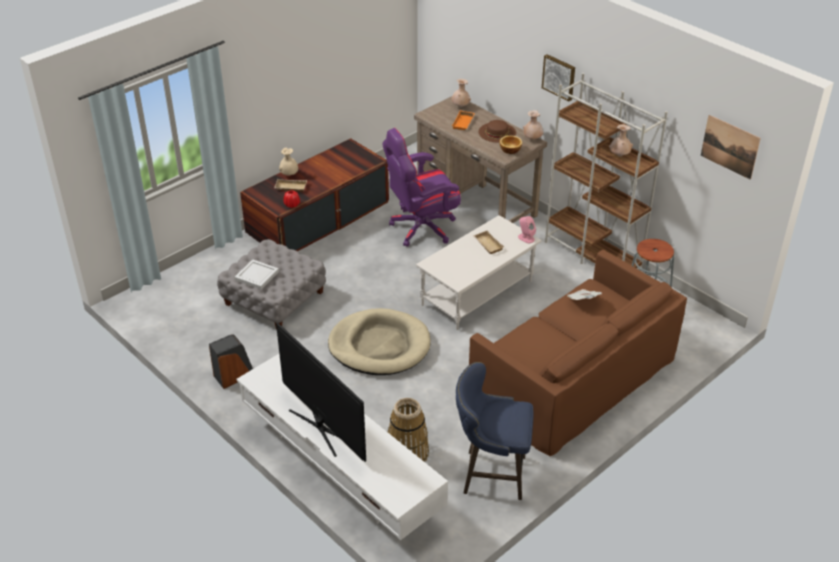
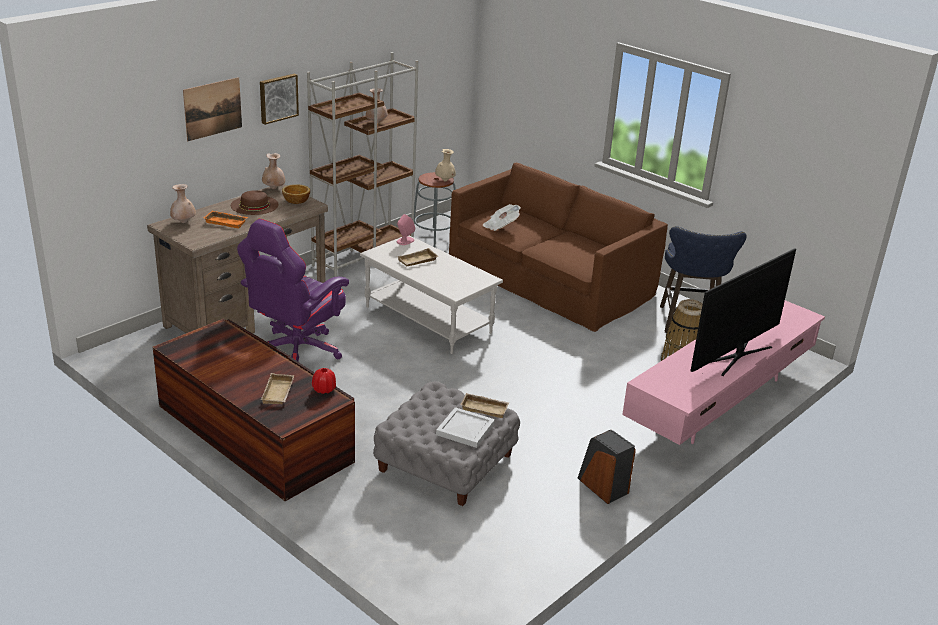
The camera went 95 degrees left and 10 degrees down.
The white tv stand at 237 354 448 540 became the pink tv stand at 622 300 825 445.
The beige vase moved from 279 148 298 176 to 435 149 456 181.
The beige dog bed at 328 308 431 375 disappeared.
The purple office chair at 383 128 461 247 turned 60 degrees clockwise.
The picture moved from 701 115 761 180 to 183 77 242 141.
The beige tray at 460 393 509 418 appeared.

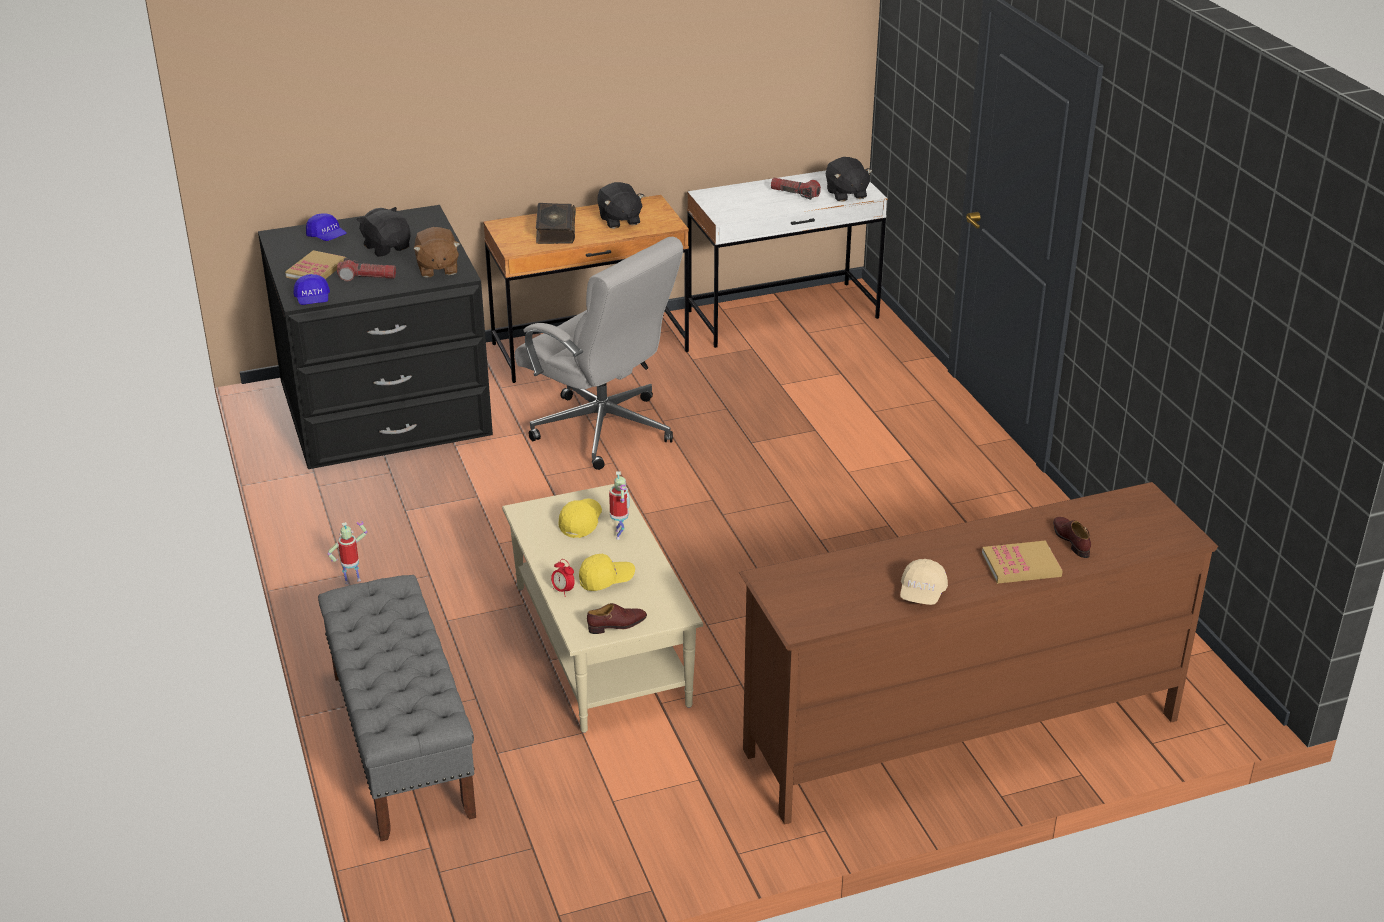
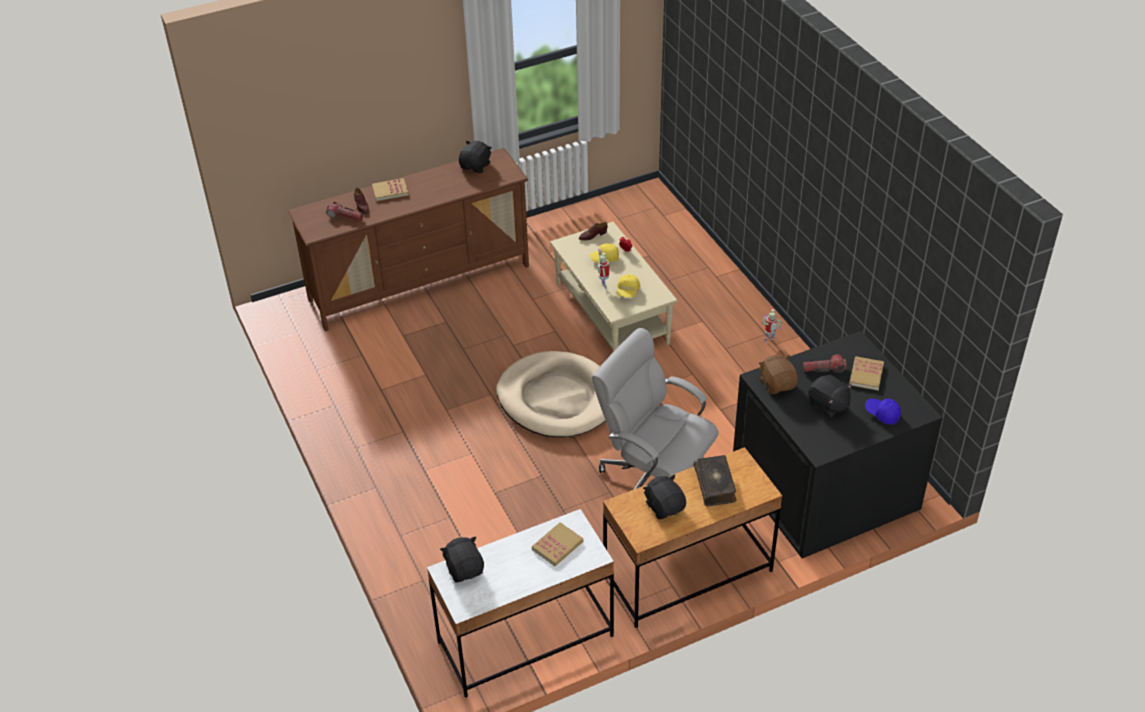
The camera went 175 degrees right and 10 degrees up.
The blue cap at 294 274 330 305 disappeared.
The grey bench at 318 575 476 841 disappeared.
The flashlight moved from 771 178 821 200 to 326 202 363 222.
The beige cap at 900 559 948 605 disappeared.
The black plush toy at 459 141 492 173 appeared.
The beige dog bed at 497 351 606 437 appeared.
The book at 532 522 584 566 appeared.

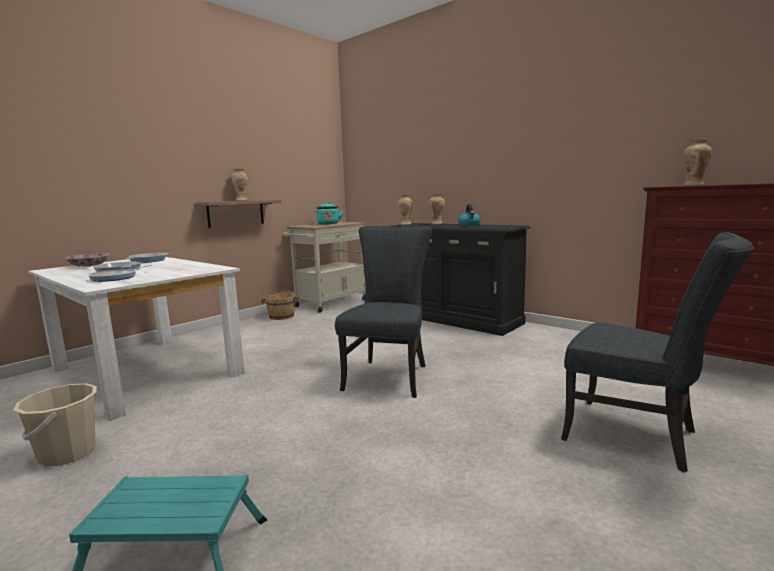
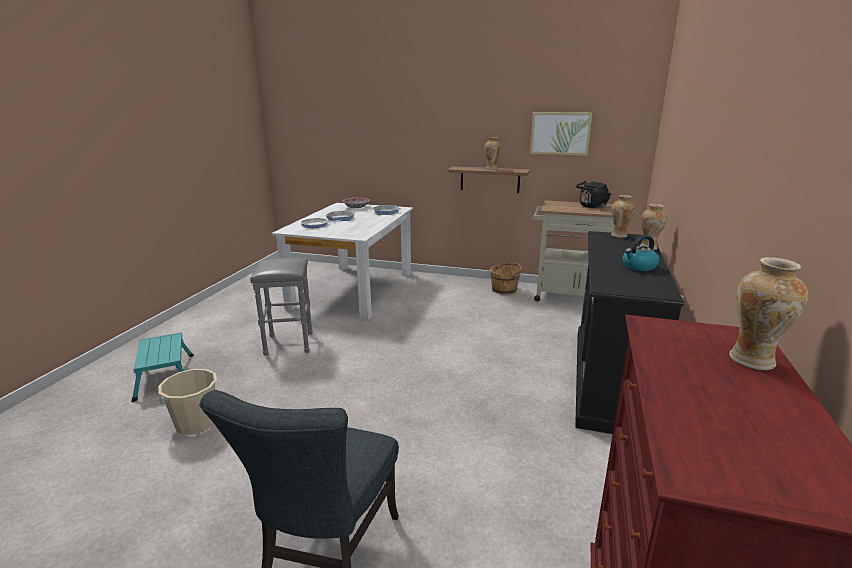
The camera went 65 degrees right and 10 degrees up.
The beige bucket moved from 14 383 97 466 to 158 369 217 435.
The turquoise kettle at 317 202 344 224 became the black kettle at 576 181 611 208.
The grey chair at 335 226 432 398 disappeared.
The grey stool at 250 258 313 356 appeared.
The picture at 530 112 592 156 appeared.

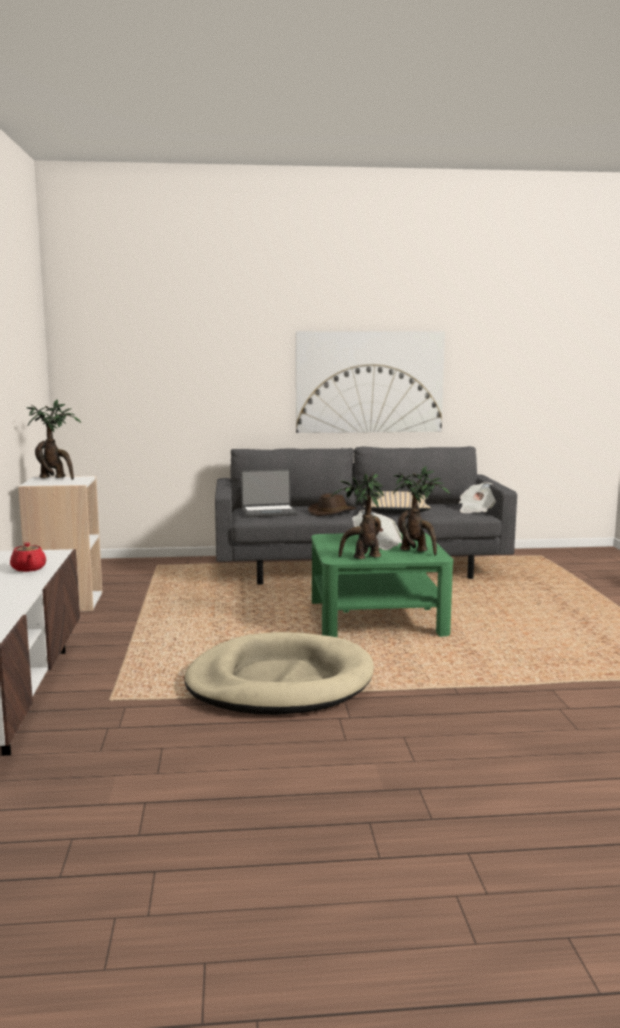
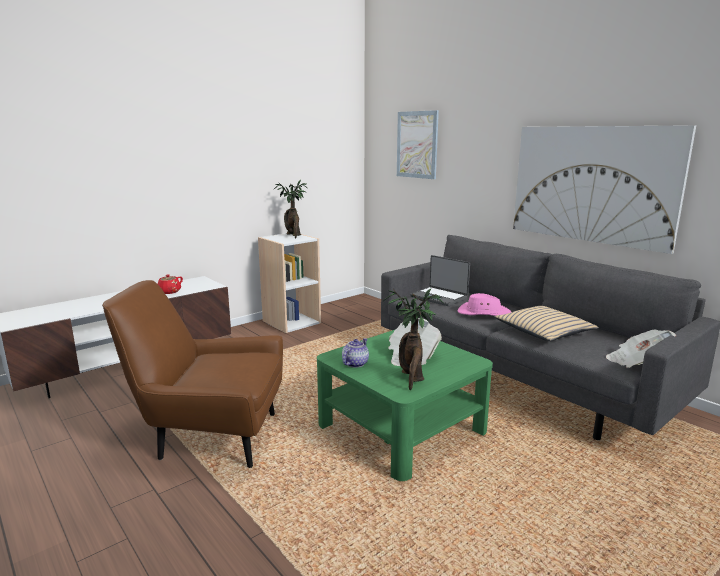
The camera went 55 degrees right and 5 degrees up.
The beige dog bed at 184 632 374 715 was replaced by the brown armchair at 102 280 283 468.
The brown hat at 308 493 356 516 became the pink hat at 458 293 511 316.
The potted plant at 330 472 384 559 was replaced by the teapot at 342 338 369 368.
The picture at 397 110 439 179 appeared.

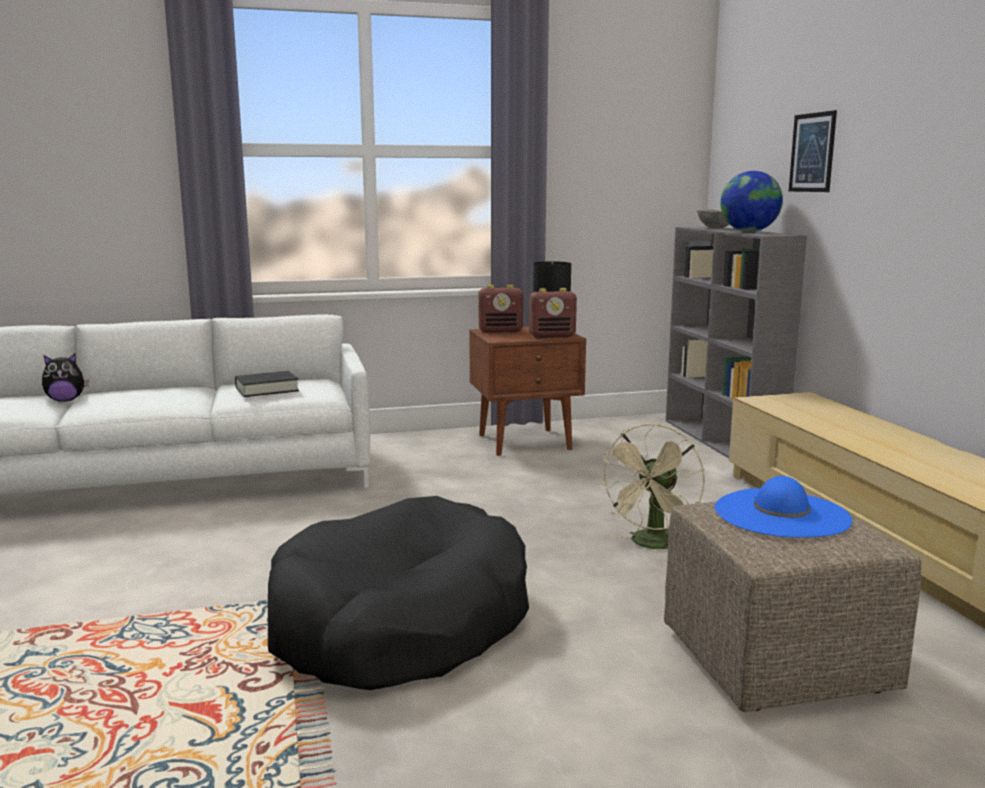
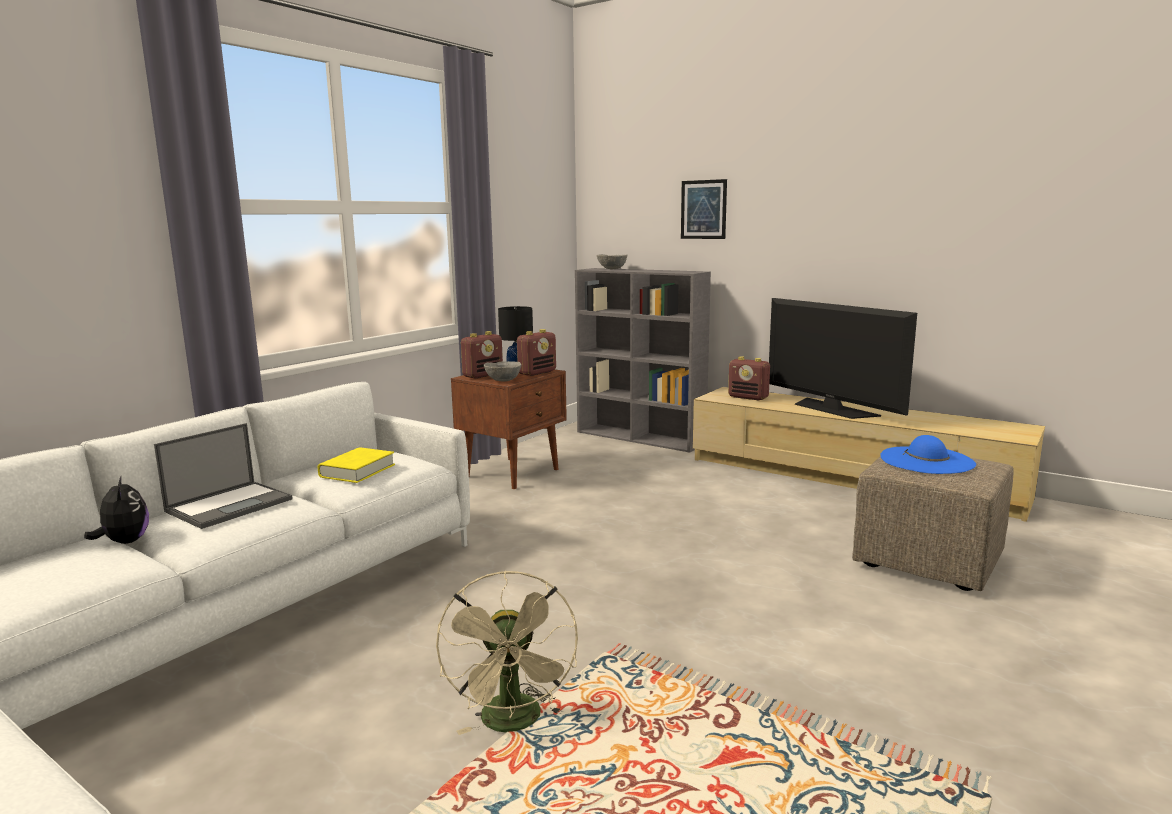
The camera went 40 degrees left and 0 degrees up.
The plush toy at 42 353 89 402 turned 60 degrees counterclockwise.
The black book at 235 371 299 397 became the yellow book at 318 447 395 483.
The black dog bed at 268 496 529 690 disappeared.
The beige fan moved from 598 424 705 549 to 436 570 578 735.
The globe at 720 171 783 232 disappeared.
The laptop at 154 423 293 529 appeared.
The grey bowl at 484 361 521 381 appeared.
The radio at 728 356 770 400 appeared.
The television at 769 298 917 419 appeared.

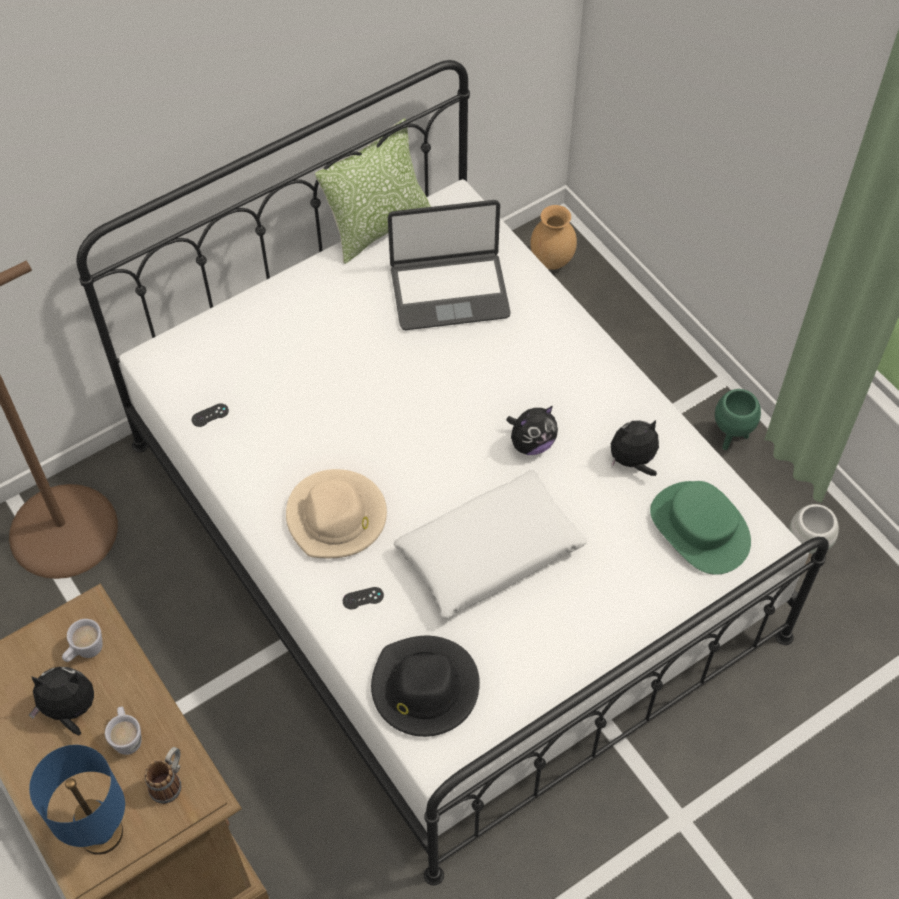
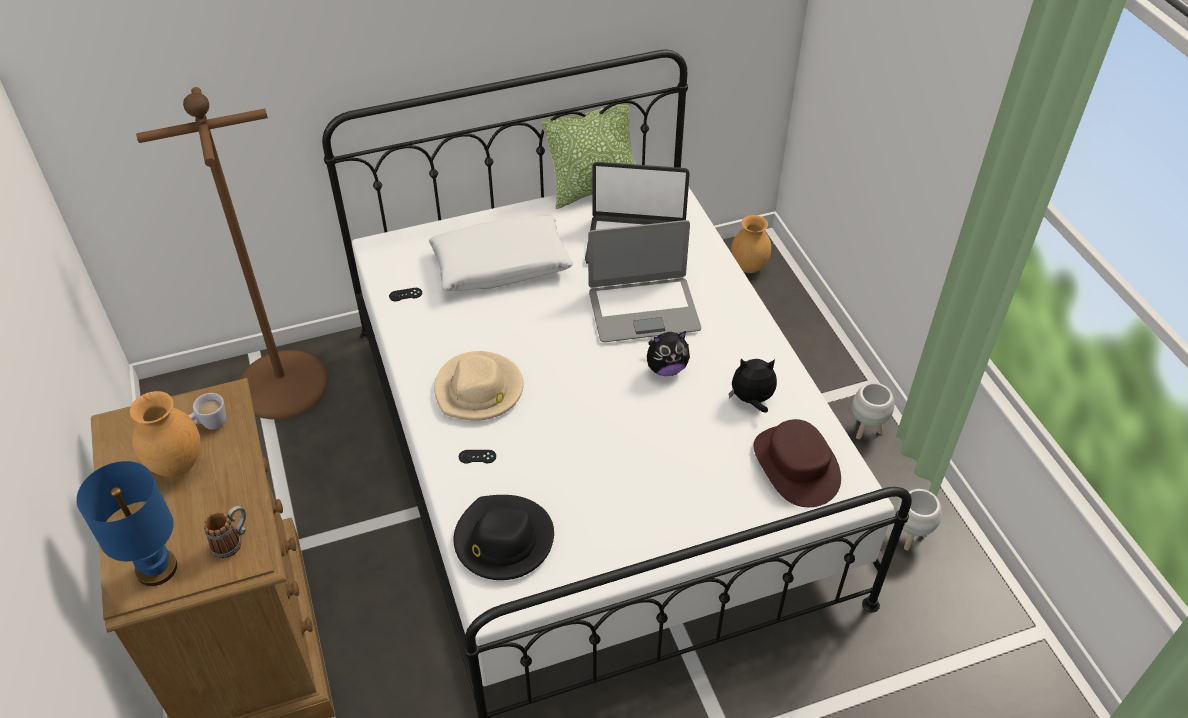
The camera went 15 degrees right and 10 degrees down.
The plush toy at 29 667 94 736 was replaced by the brown vase at 130 391 201 477.
The white mug at 105 706 142 755 disappeared.
The white pillow moved from 394 471 587 618 to 429 216 573 291.
The green hat at 650 481 751 575 became the brown hat at 753 419 841 507.
The green planter at 715 389 761 450 became the white planter at 852 383 894 439.
The laptop at 588 220 701 342 appeared.

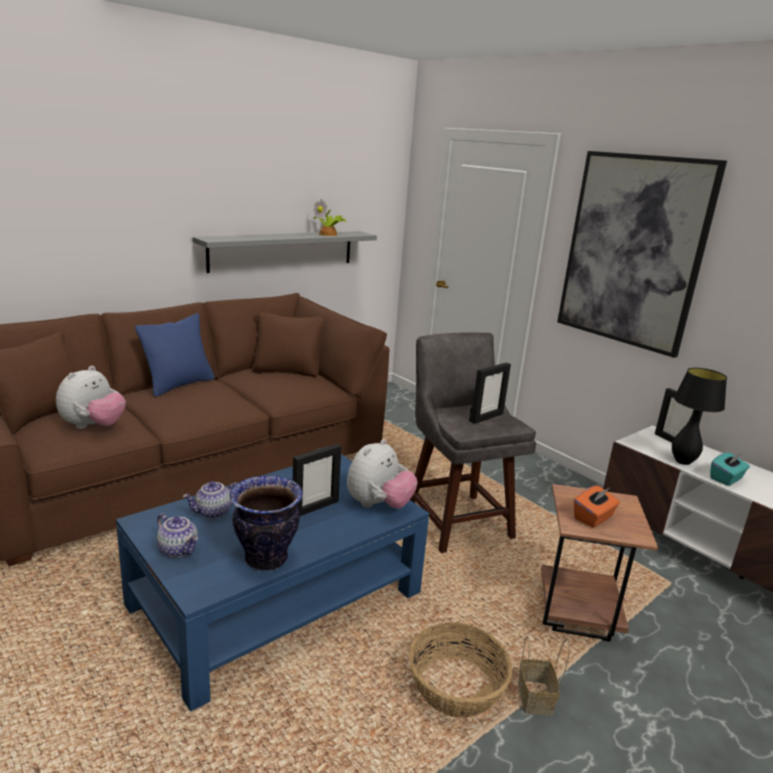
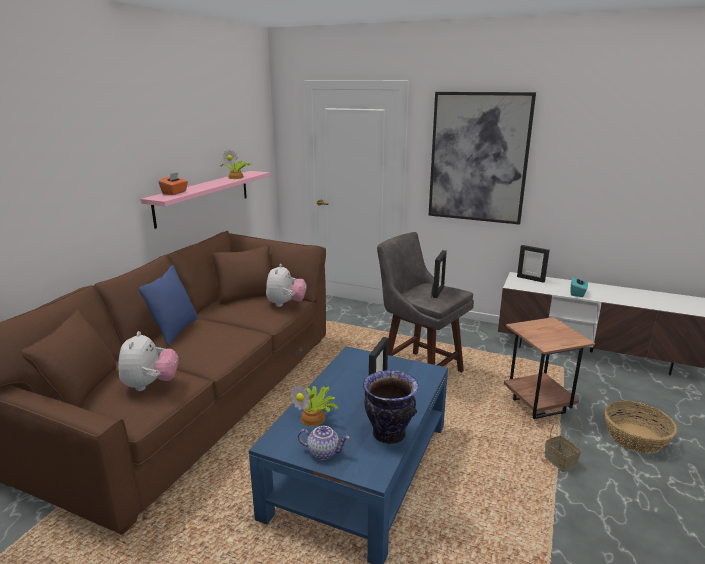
The camera went 25 degrees left and 0 degrees up.
The teapot at 183 481 237 519 was replaced by the potted plant at 290 385 338 426.
The grey shelf at 192 231 377 273 became the pink shelf at 141 171 270 229.
The plush toy moved from 347 439 417 509 to 266 264 306 307.
The basket moved from 409 623 512 718 to 605 401 677 453.
The orange tissue box moved from 574 486 620 528 to 159 172 188 195.
The black table lamp at 672 368 727 465 disappeared.

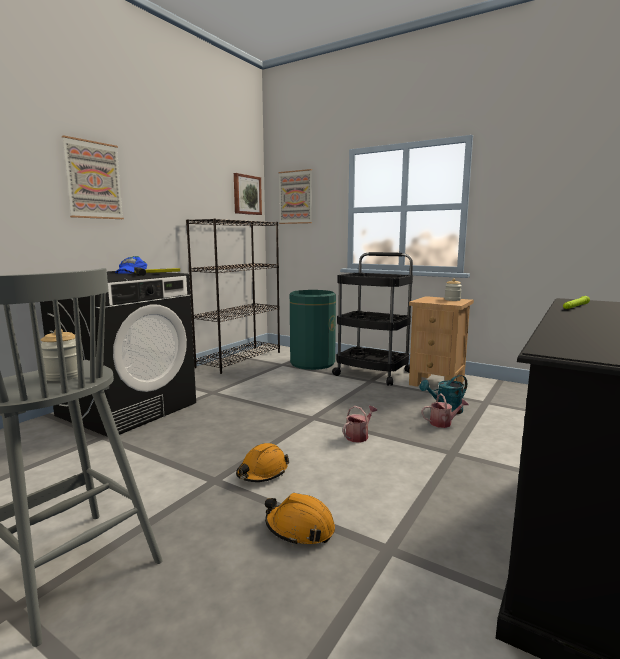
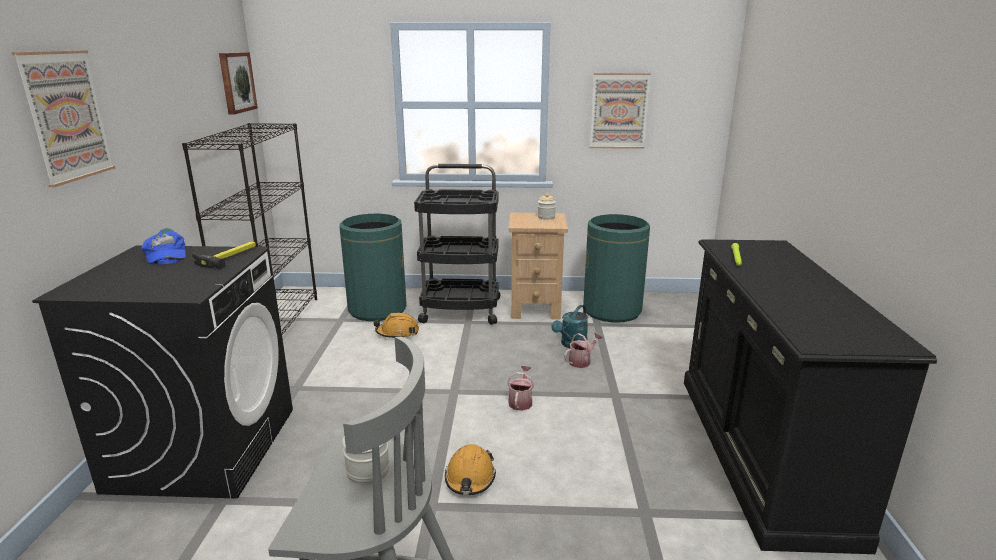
The camera went 30 degrees left and 10 degrees up.
The orange hard hat moved from 265 493 335 545 to 373 313 419 338.
The picture moved from 278 169 312 224 to 590 73 651 149.
The green trash can at 583 214 650 322 appeared.

